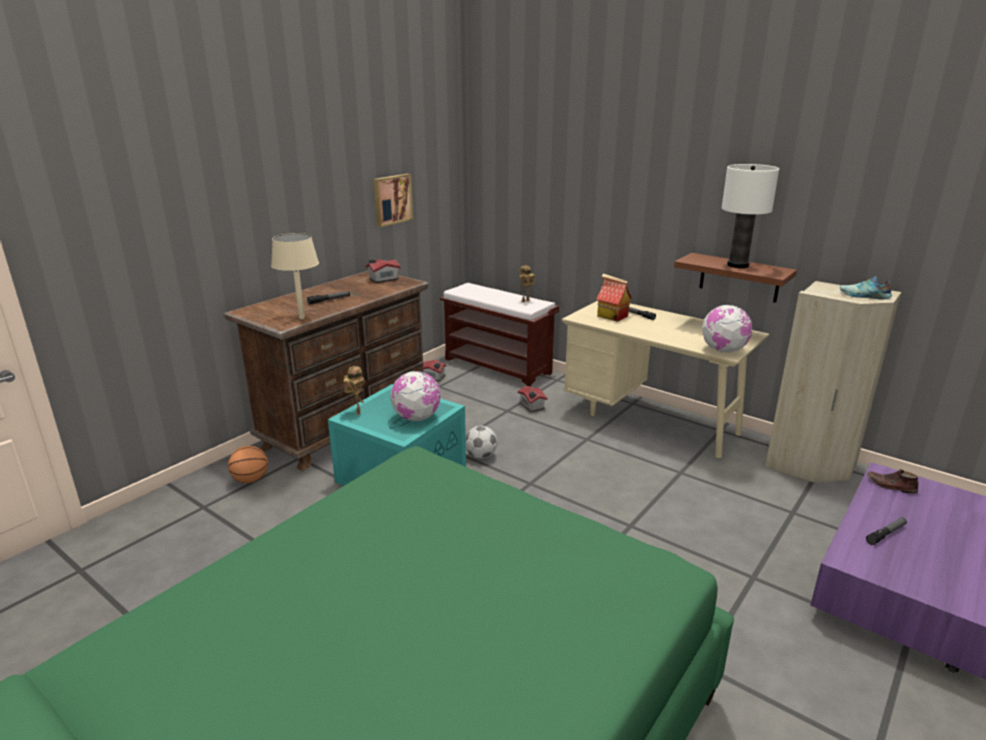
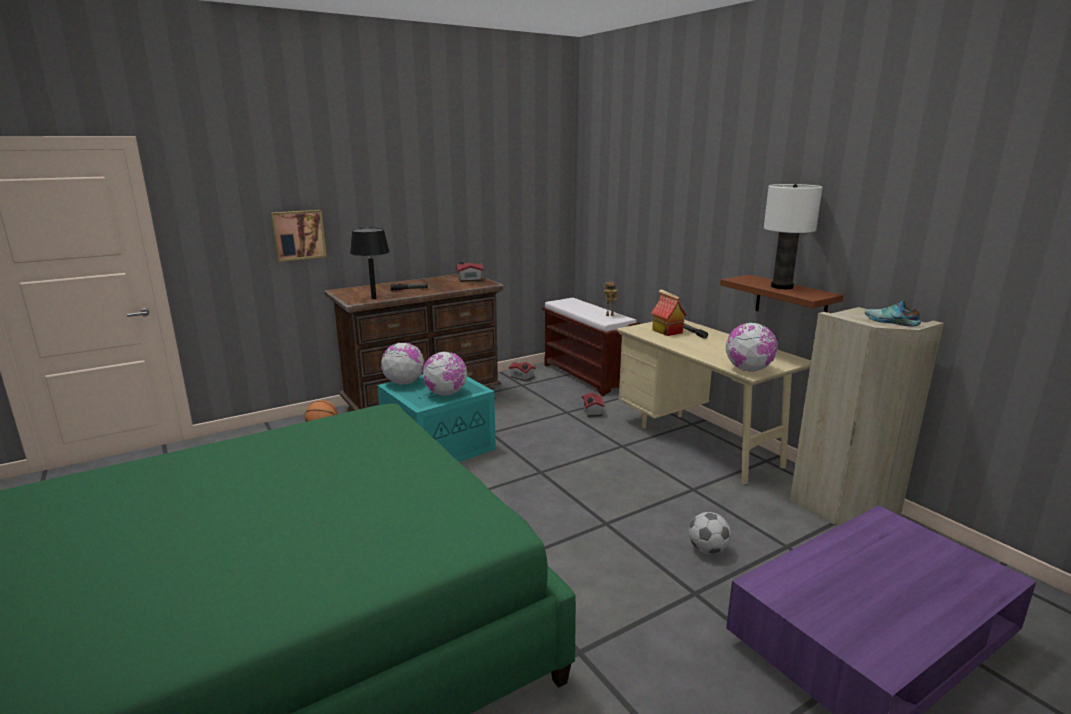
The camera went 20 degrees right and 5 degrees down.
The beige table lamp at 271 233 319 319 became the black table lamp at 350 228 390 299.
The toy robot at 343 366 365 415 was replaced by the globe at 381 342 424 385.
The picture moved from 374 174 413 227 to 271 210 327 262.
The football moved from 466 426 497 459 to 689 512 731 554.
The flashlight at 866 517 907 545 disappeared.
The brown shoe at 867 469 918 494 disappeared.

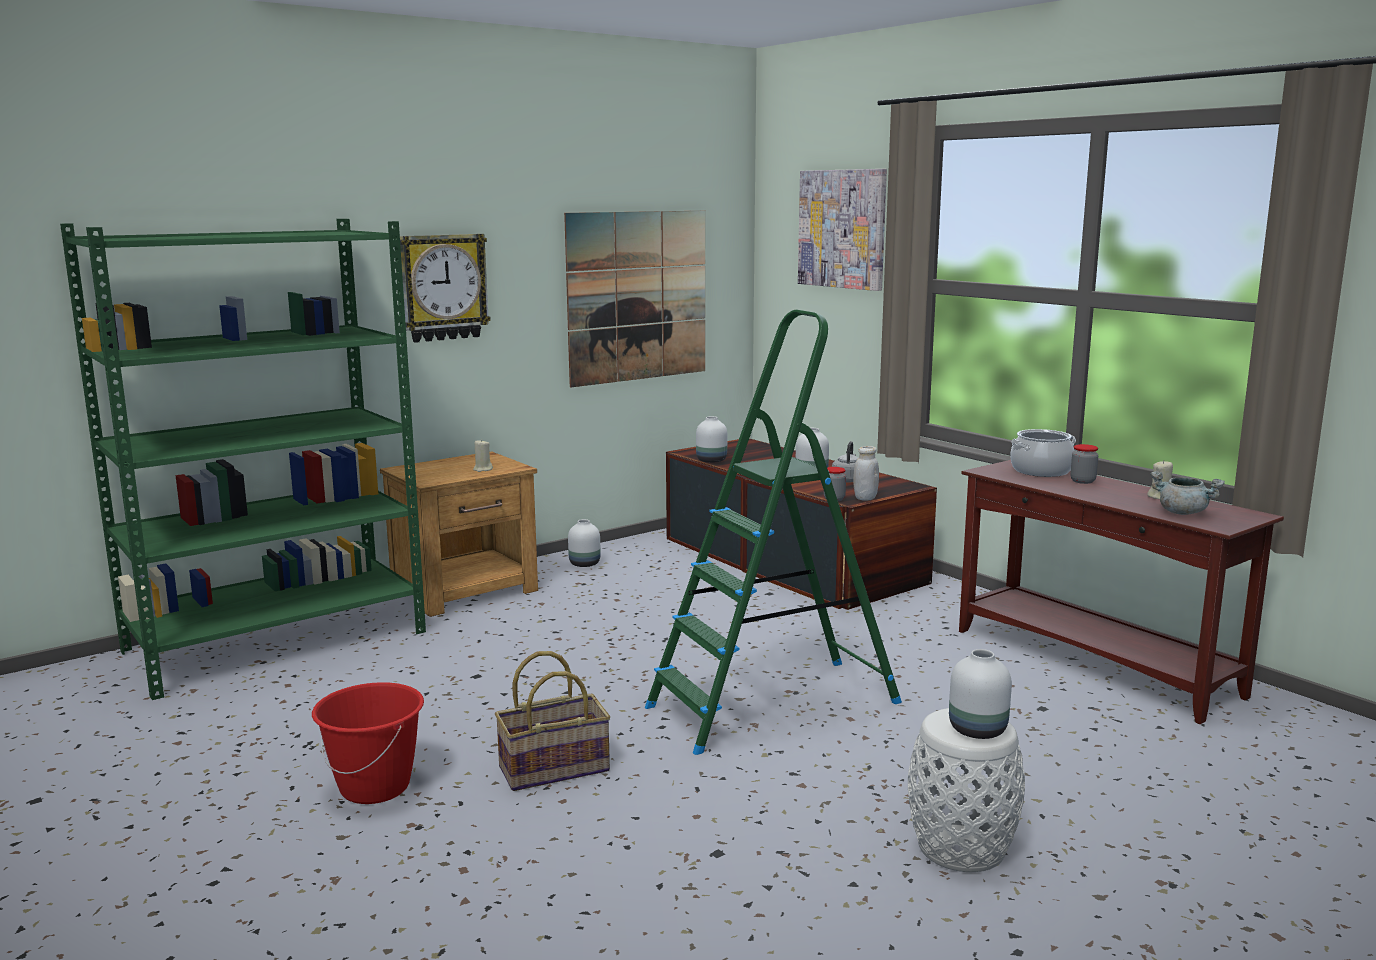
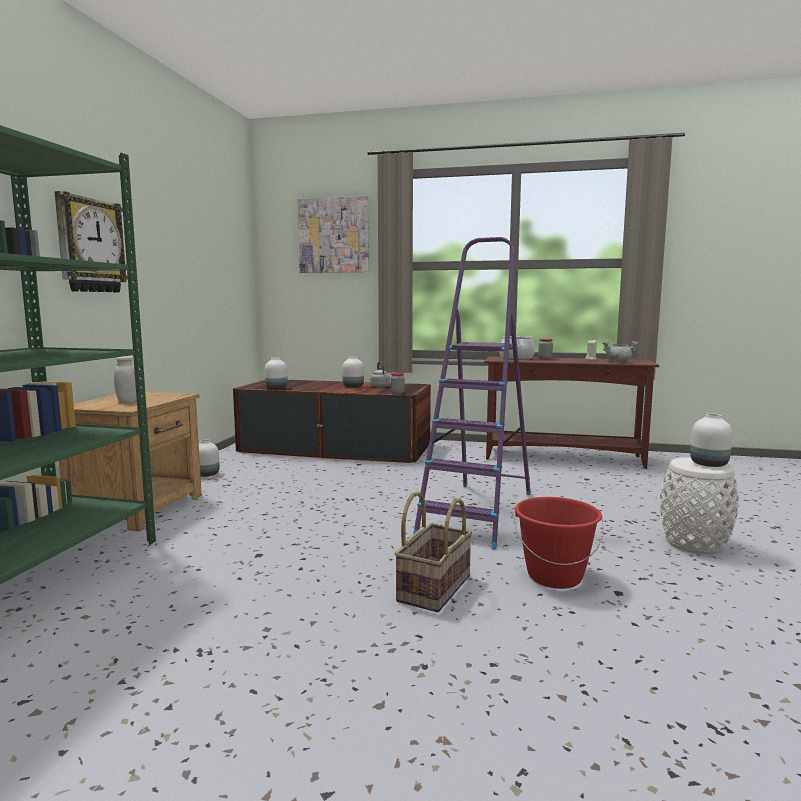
The camera went 40 degrees left and 5 degrees down.
The red bucket moved from 312 682 424 804 to 514 497 604 589.
The beige candle at 473 439 493 472 disappeared.
The picture at 564 211 705 387 disappeared.
The green step ladder at 645 310 902 755 became the purple step ladder at 413 237 531 550.
The white jar moved from 853 446 879 501 to 114 356 137 403.

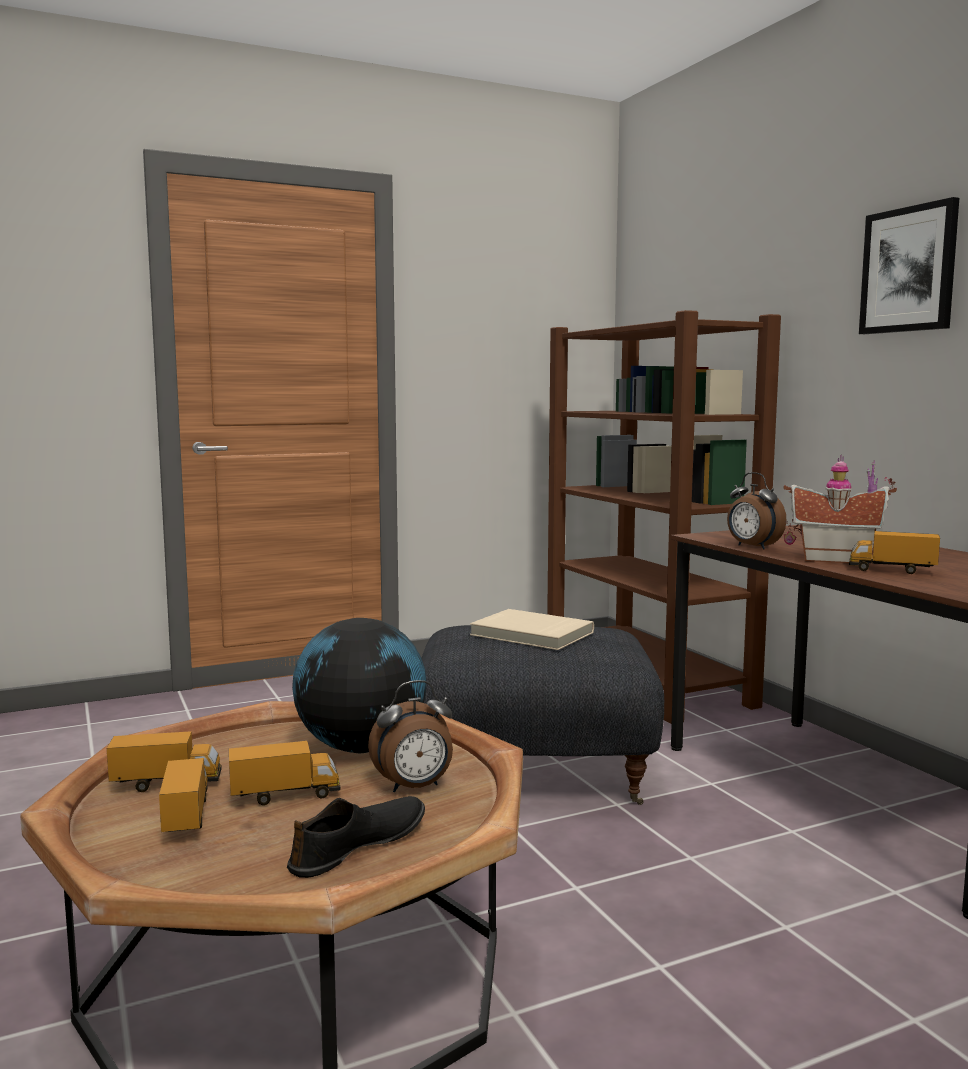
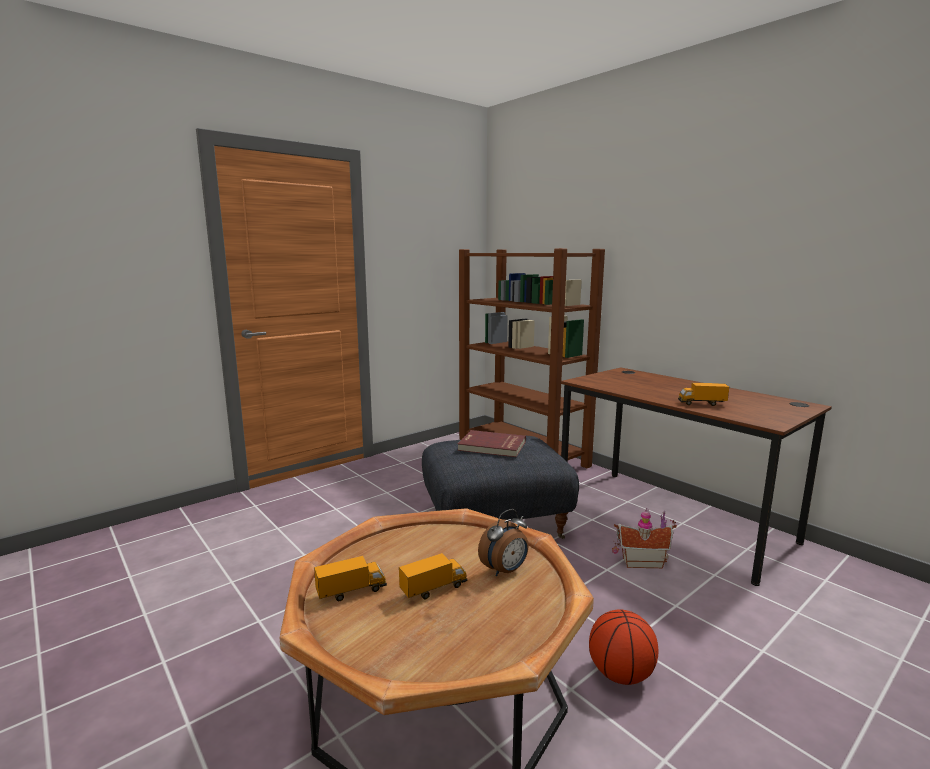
The camera went 15 degrees left and 5 degrees up.
The toy truck at 159 758 208 832 disappeared.
The black shoe at 287 796 425 878 disappeared.
The globe at 292 618 426 753 disappeared.
The beige book at 470 609 594 650 became the red book at 457 430 526 457.
The alarm clock at 727 472 787 549 disappeared.
The toy house moved from 783 455 897 564 to 612 508 677 568.
The picture at 859 197 959 334 disappeared.
The basketball at 589 610 658 685 appeared.

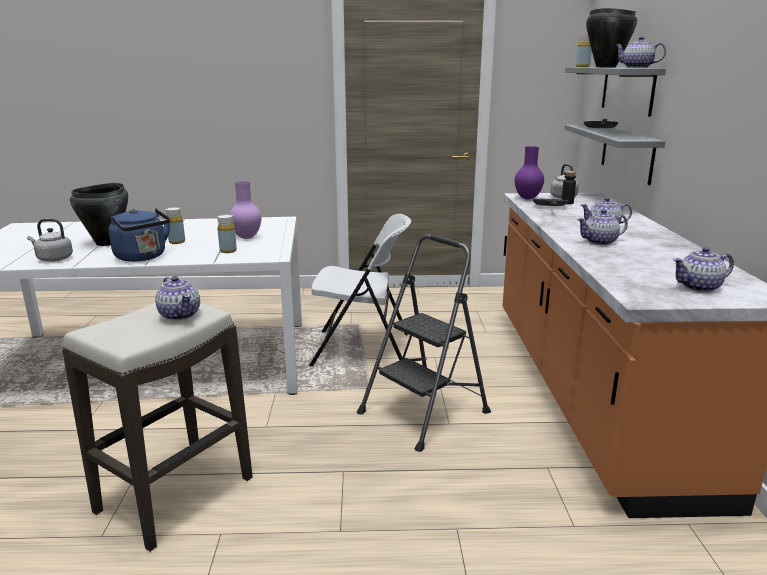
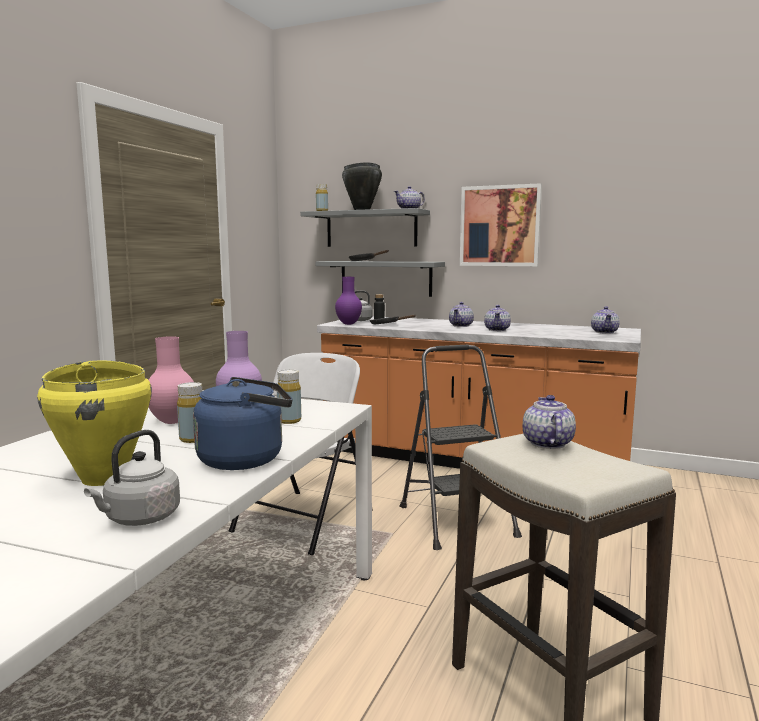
The camera went 65 degrees left and 10 degrees down.
The black cooking pot at 70 183 128 246 became the yellow cooking pot at 37 361 152 486.
The teapot at 155 276 200 321 turned 75 degrees counterclockwise.
The pink vase at 149 336 194 424 appeared.
The picture at 460 183 542 266 appeared.

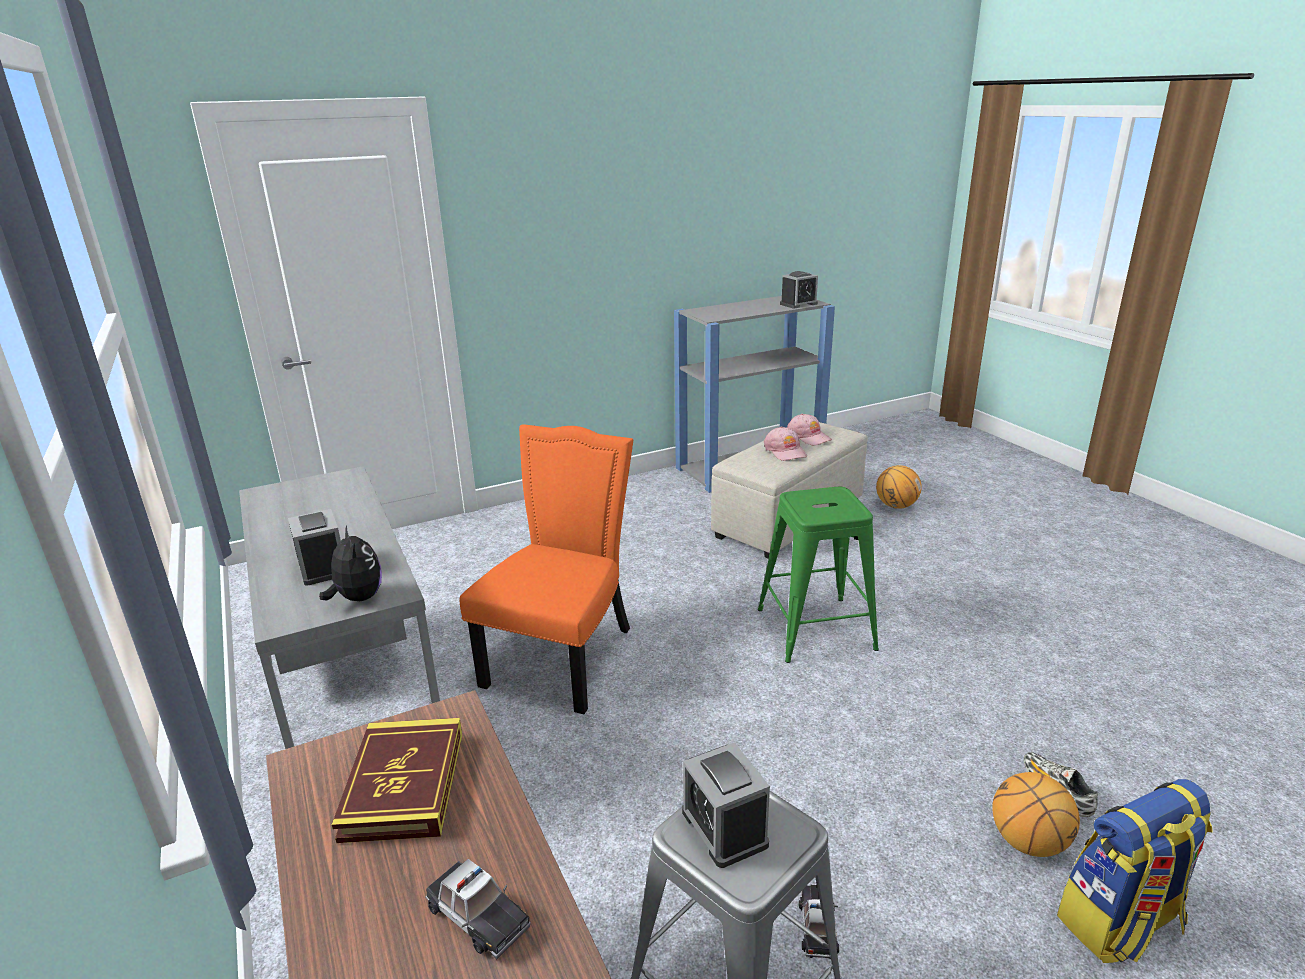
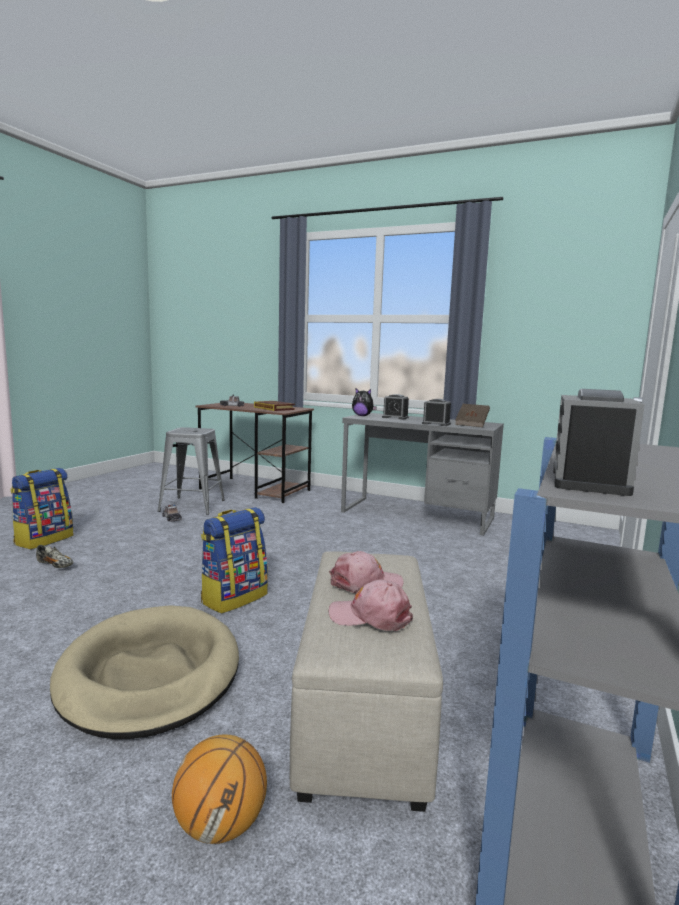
The camera went 140 degrees right and 15 degrees down.
The orange chair at 460 424 633 714 disappeared.
The alarm clock moved from 682 742 770 868 to 422 399 451 426.
The green stool at 758 487 879 663 was replaced by the backpack at 201 507 268 614.
The pink cap at 764 426 807 461 turned 135 degrees clockwise.
The basketball at 992 772 1080 857 disappeared.
The beige dog bed at 50 605 239 739 appeared.
The brown book at 455 404 490 427 appeared.

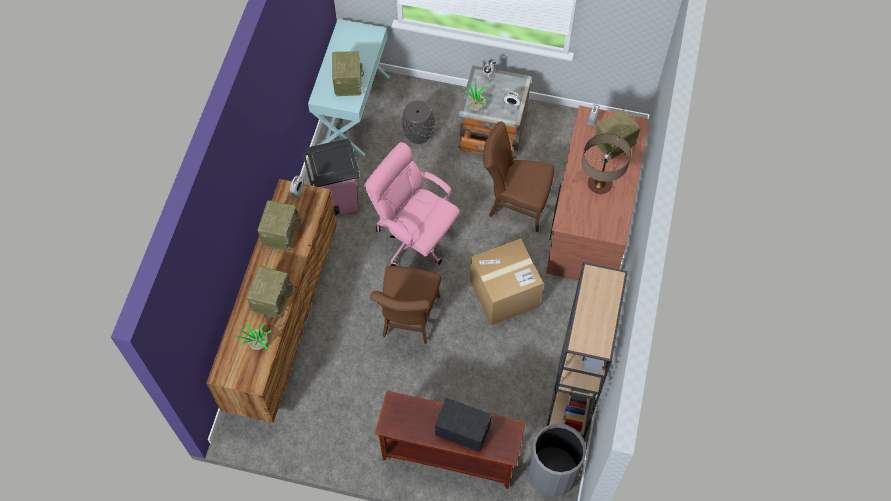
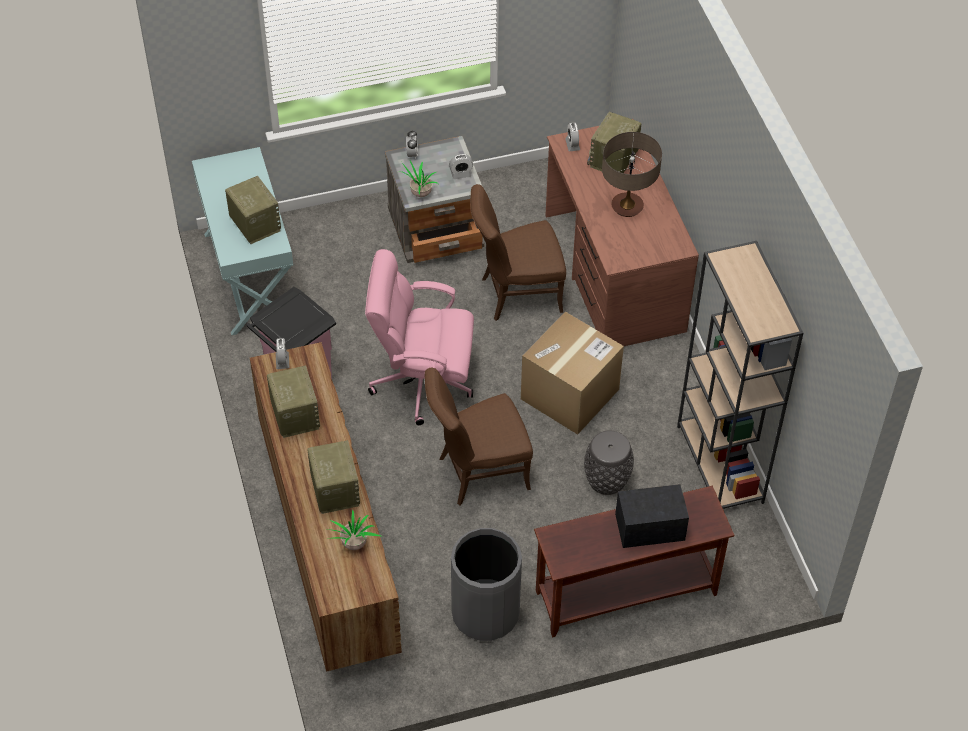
The camera went 30 degrees left and 10 degrees down.
The brown chair at 370 266 441 344 turned 90 degrees clockwise.
The grey stool moved from 401 101 435 144 to 584 431 634 495.
The grey trash can moved from 528 423 586 497 to 451 528 522 641.

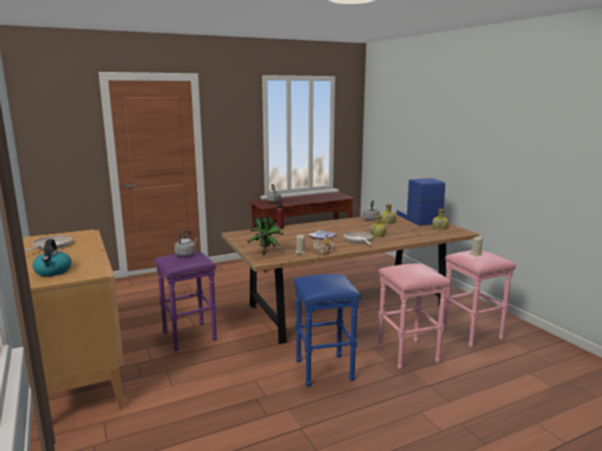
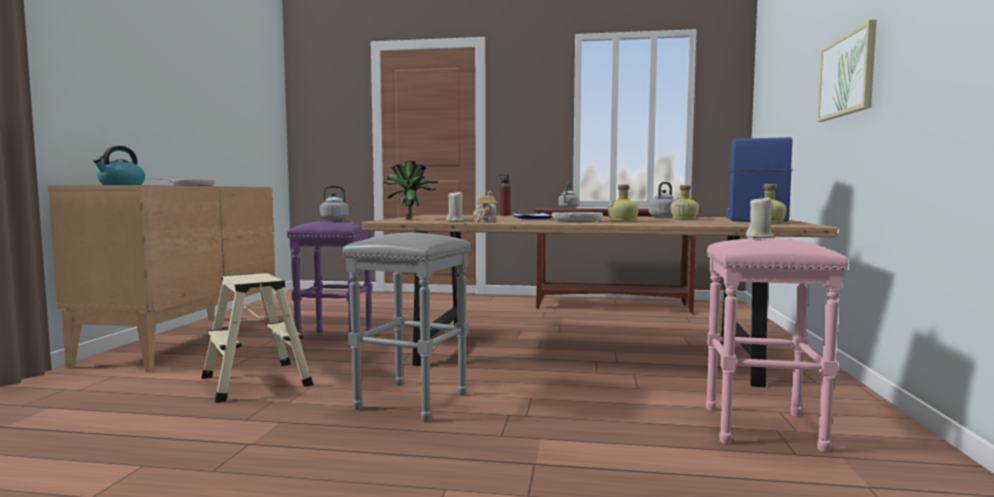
The camera went 35 degrees right and 10 degrees down.
The blue stool at 293 274 361 387 became the grey stool at 343 233 471 422.
The pink stool at 378 263 451 370 disappeared.
The beige step ladder at 201 272 313 403 appeared.
The picture at 817 20 876 122 appeared.

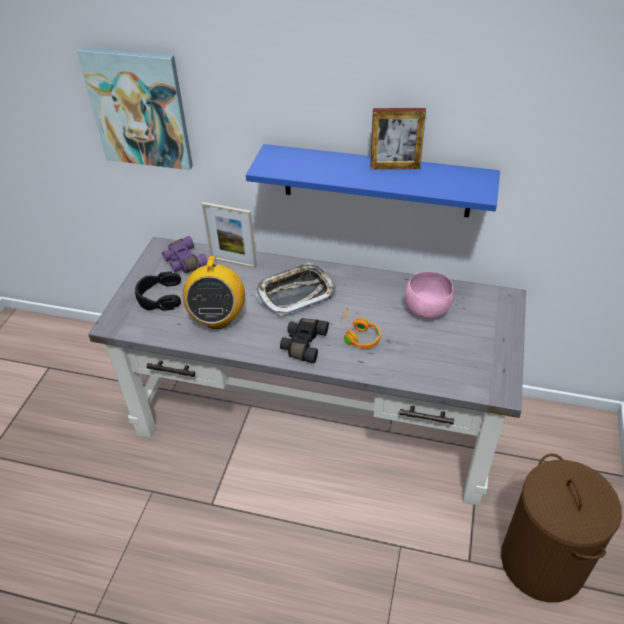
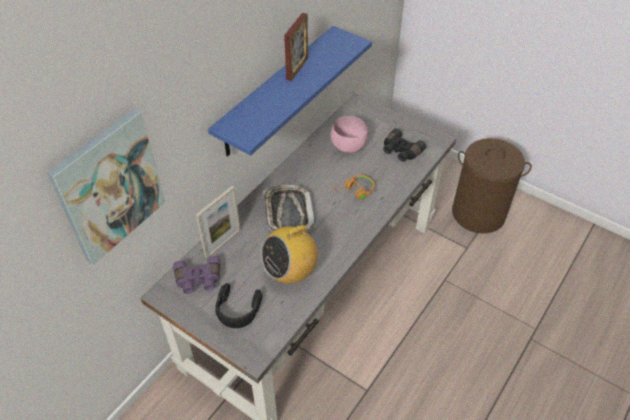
The camera went 70 degrees left and 5 degrees up.
The radio at 183 255 245 329 turned 120 degrees clockwise.
The black binoculars moved from 280 318 329 363 to 383 128 426 162.

